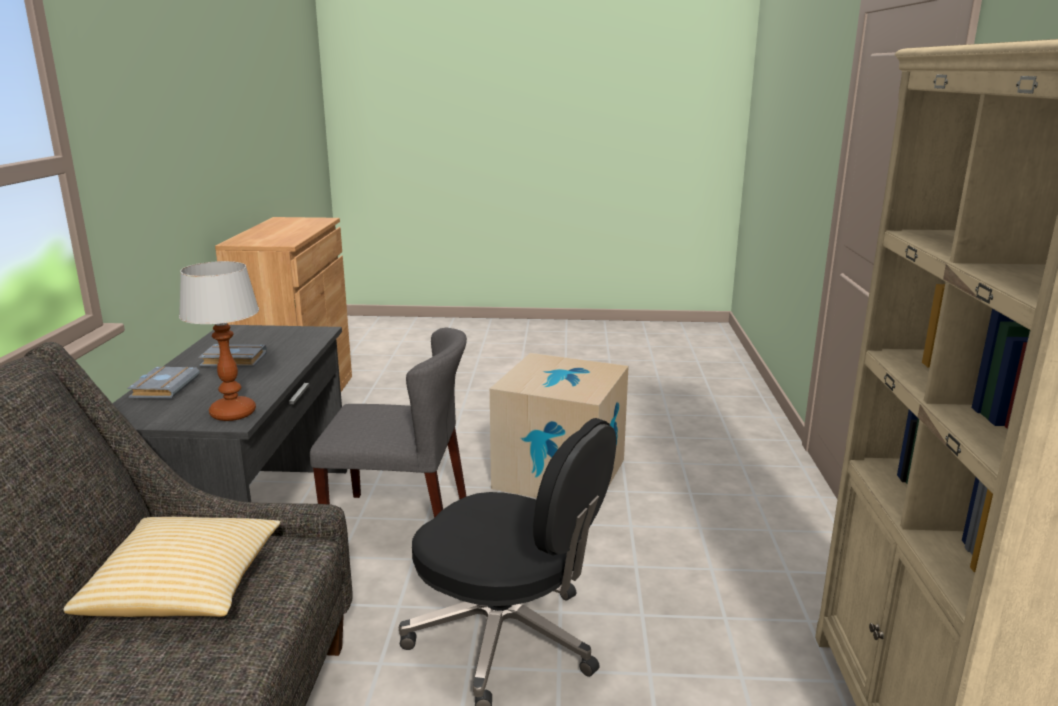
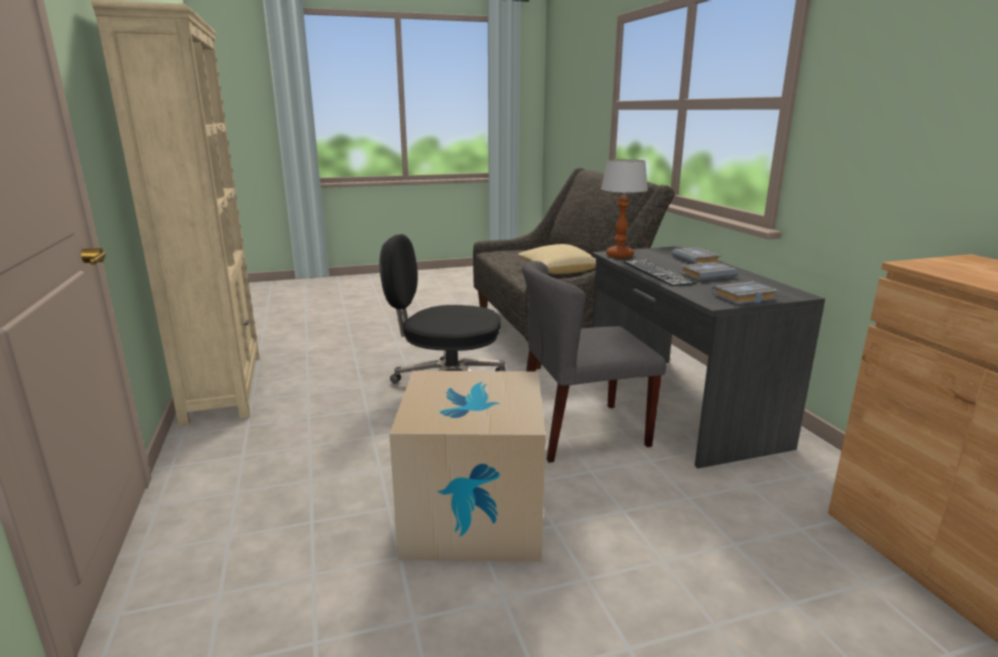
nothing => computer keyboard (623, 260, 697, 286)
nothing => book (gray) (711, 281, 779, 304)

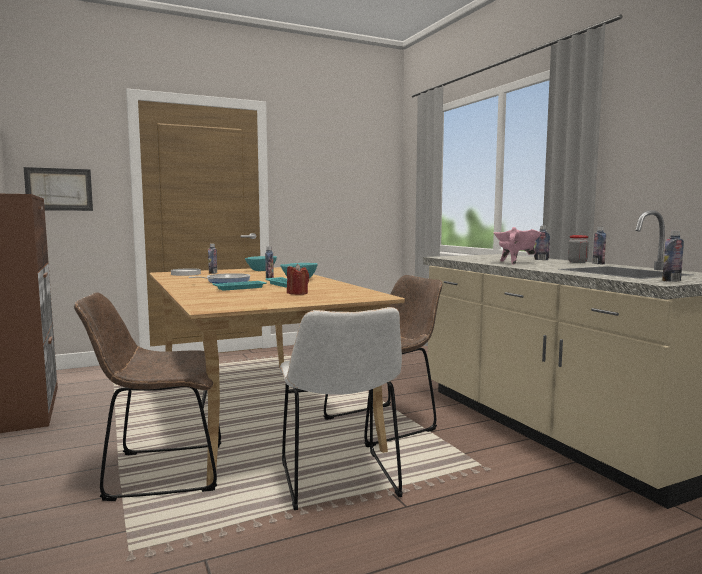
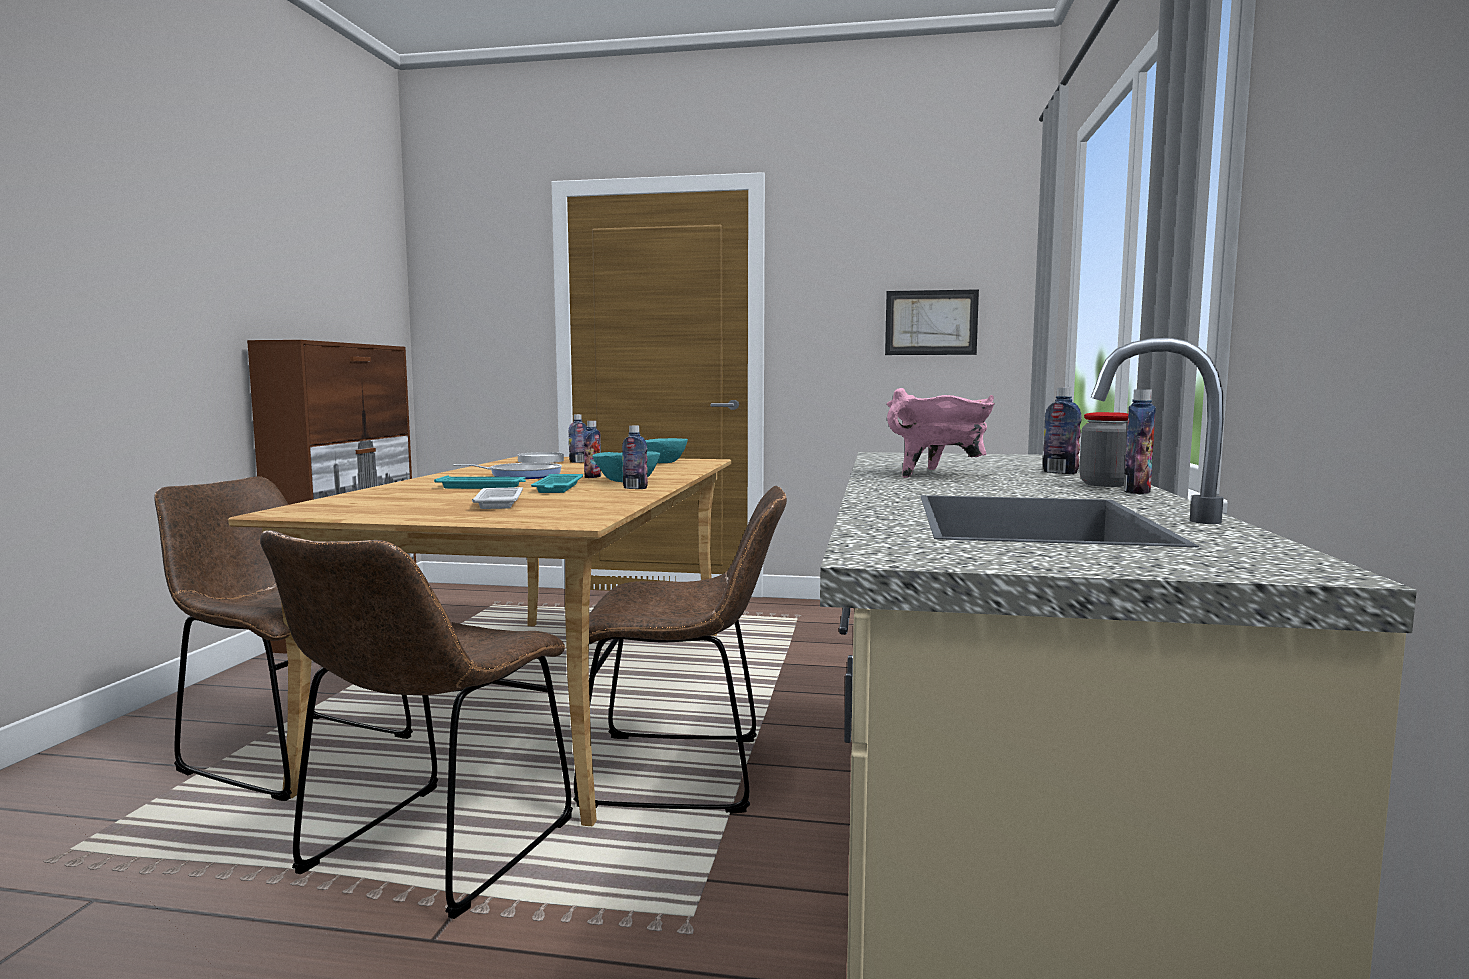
picture (24, 167, 93, 211) => picture (885, 289, 979, 355), move
plain chair (white) (280, 307, 403, 510) => plain chair (brown-coloured) (260, 530, 573, 919)
candle (red) (287, 264, 309, 295) => serving tray (white) (472, 487, 523, 509)
drink bottle (662, 230, 684, 282) => drink bottle (622, 426, 648, 489), move

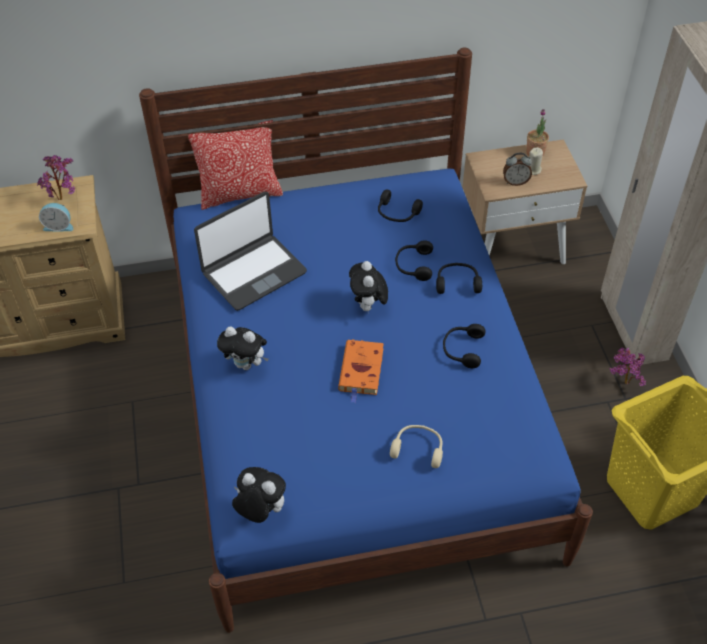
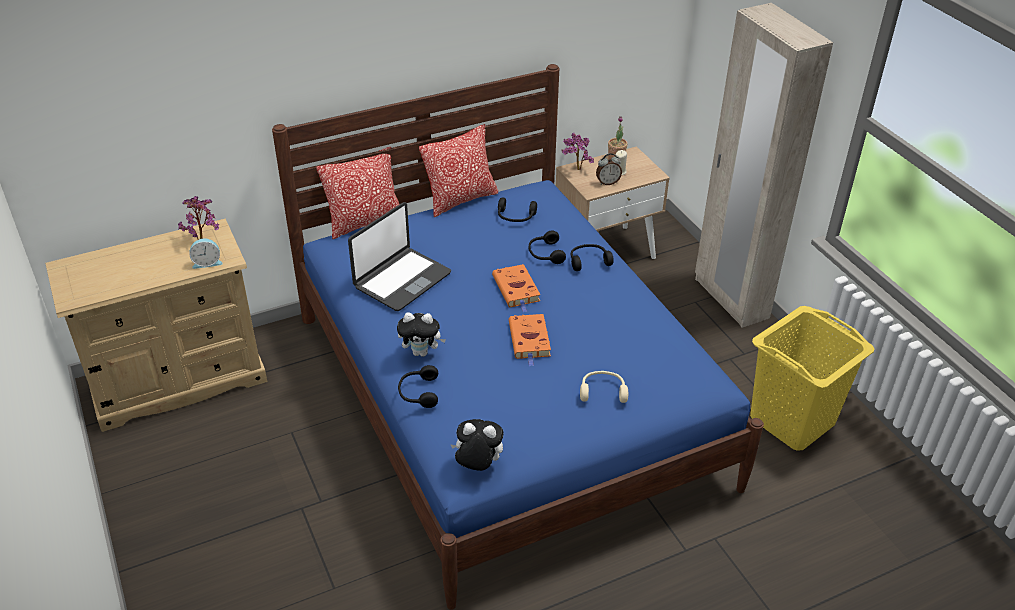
cuddly toy (349, 261, 388, 313) => book (orangey) (492, 264, 541, 312)
headset (black-coloured) (443, 324, 485, 368) => headset (black-coloured) (398, 365, 438, 408), move
plant in a pot (609, 348, 646, 386) => plant in a pot (561, 132, 594, 170), move
nothing => pillow (419, 124, 498, 217)

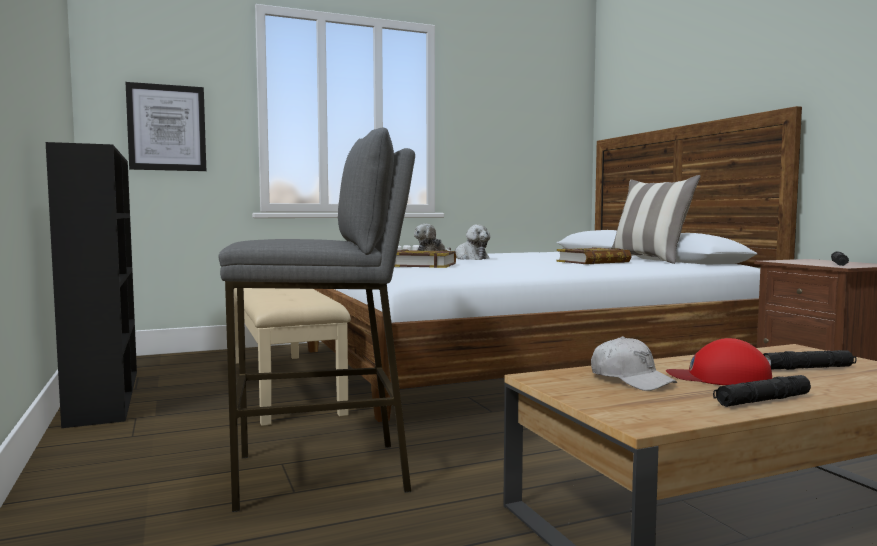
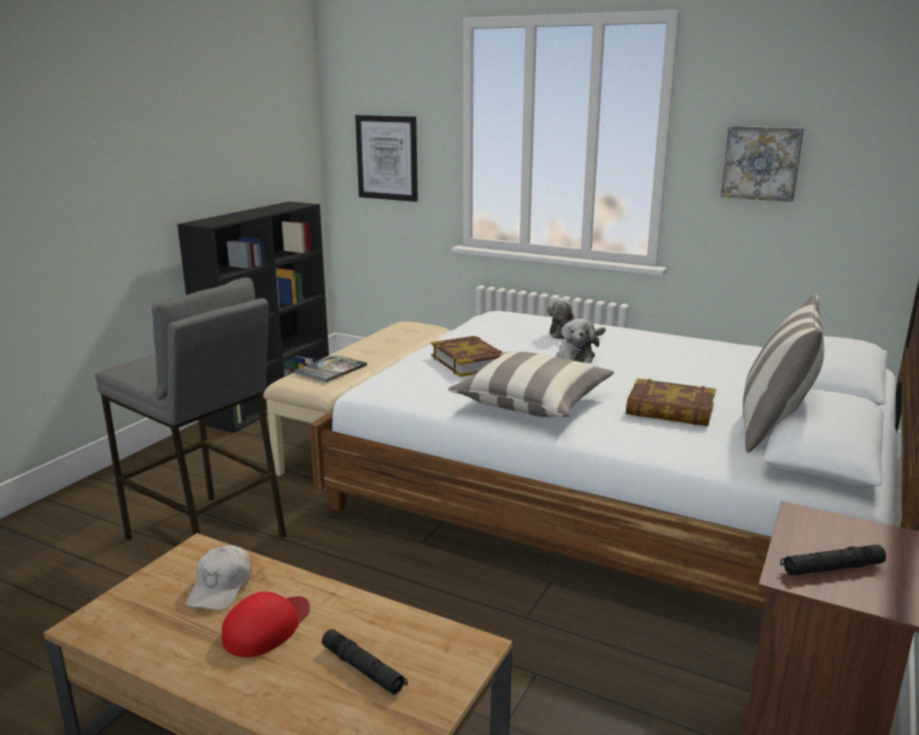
cap (red) (666, 338, 772, 385) => cap (red) (222, 592, 310, 657), 60 degrees clockwise
torch (black-coloured) (713, 375, 811, 407) => nothing
nothing => book (294, 355, 367, 382)
nothing => pillow (448, 351, 614, 417)
nothing => picture (721, 126, 804, 202)

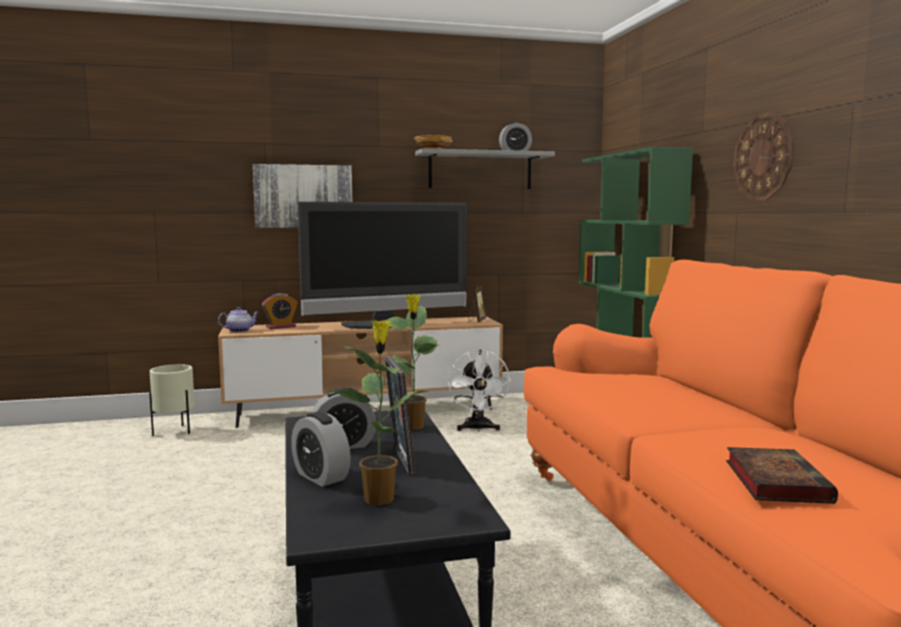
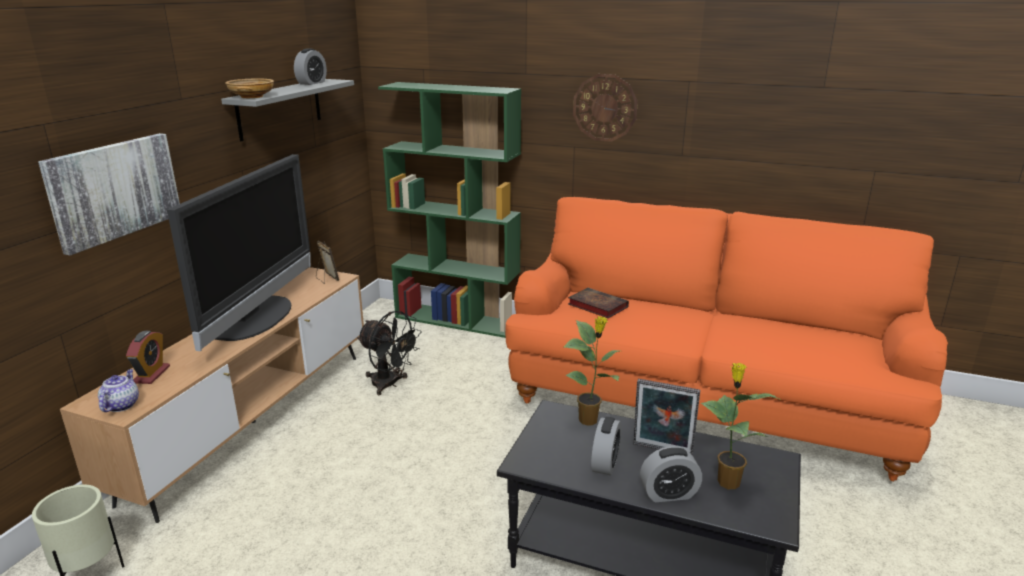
cooling fan (white) (448, 349, 511, 431) => cooling fan (black-coloured) (357, 311, 422, 395)
book (726, 447, 838, 504) => book (568, 288, 629, 318), move

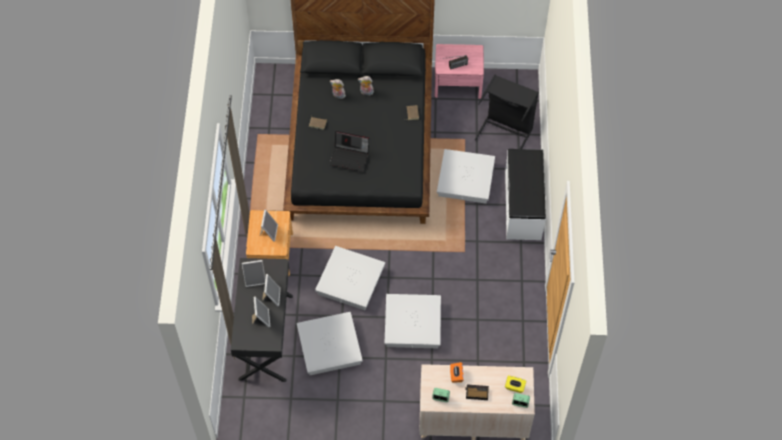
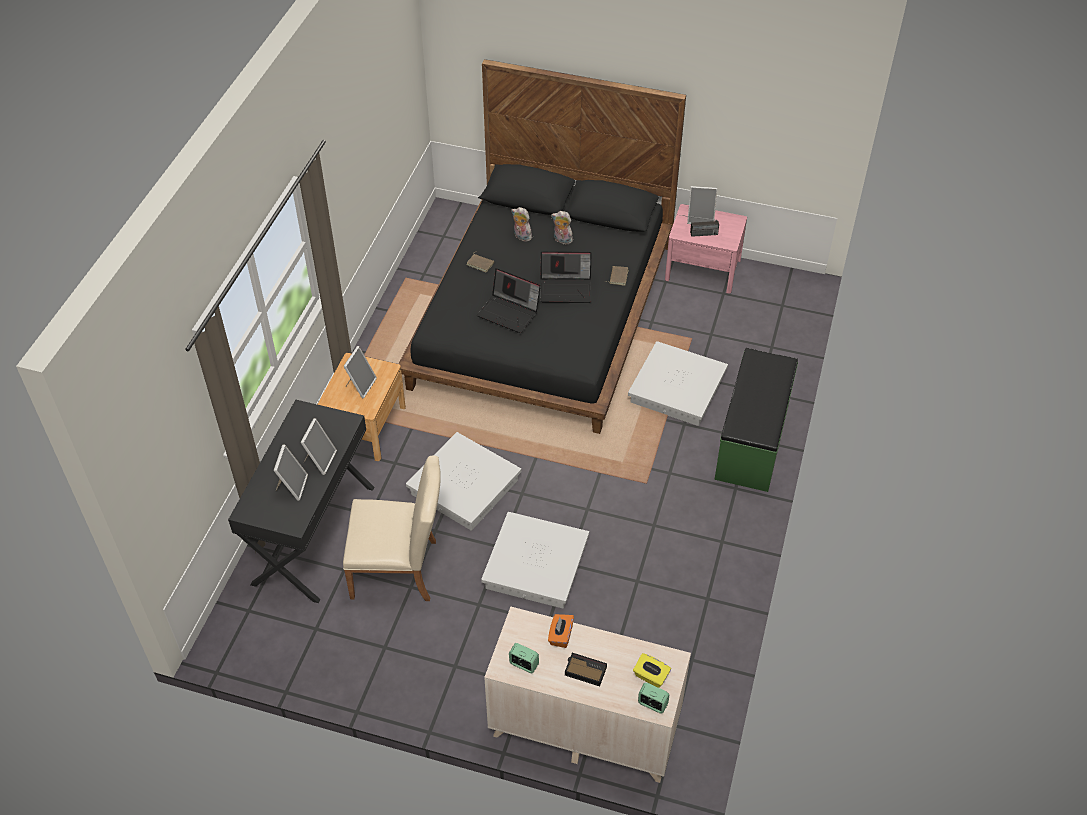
picture frame (242, 260, 265, 287) => picture frame (687, 186, 718, 224), move
storage bin (white) (297, 312, 363, 375) => plain chair (beige-coloured) (343, 455, 441, 601)
washing basket (black-coloured) (475, 75, 539, 149) => nothing
bench (white) (505, 149, 546, 240) => bench (green-coloured) (714, 348, 798, 492)
nothing => notebook computer (540, 251, 592, 303)

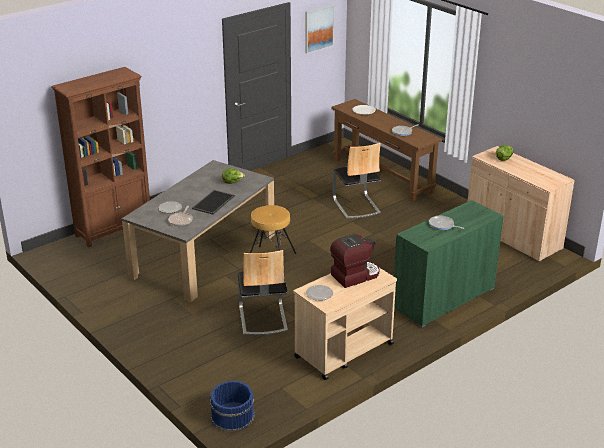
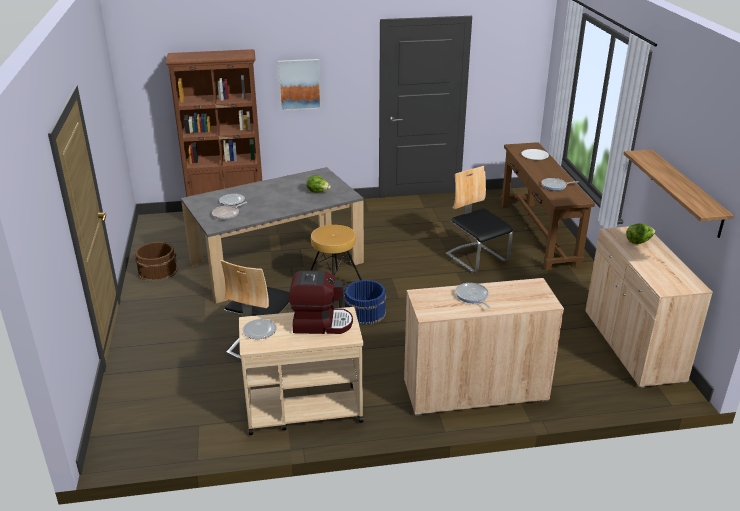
serving tray (192, 190, 235, 215) => nothing
pail (bluish) (210, 381, 255, 432) => pail (bluish) (344, 280, 386, 325), move
picture (305, 5, 334, 54) => picture (278, 59, 321, 111), move
plain chair (333, 143, 381, 219) => plain chair (446, 166, 513, 273), 135 degrees clockwise
storage cabinet (green-coloured) (394, 200, 504, 327) => storage cabinet (beige-coloured) (404, 278, 564, 416)
nothing => pail (brown-coloured) (135, 242, 178, 282)
nothing => bracket shelf (624, 149, 734, 238)

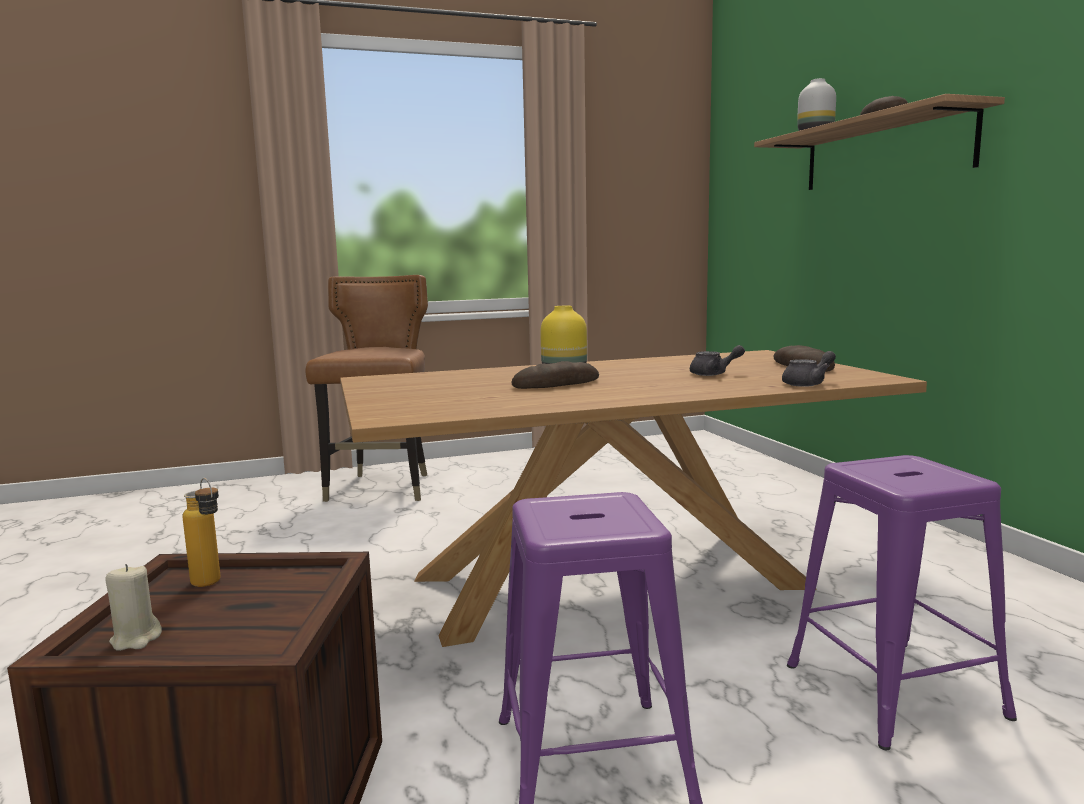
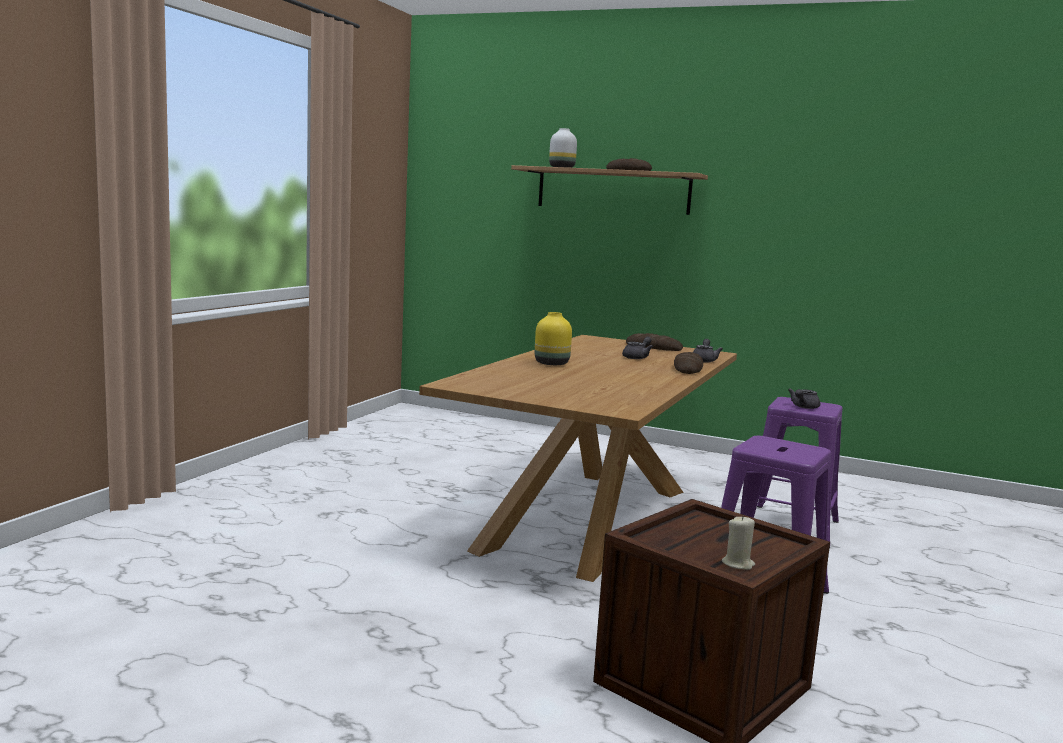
drink bottle (183, 478, 220, 587) => nothing
plain chair (brown-coloured) (305, 275, 428, 502) => nothing
bakery bread (512, 361, 599, 389) => bakery bread (674, 352, 703, 374), move
nothing => pot for tea (gray) (788, 388, 820, 409)

